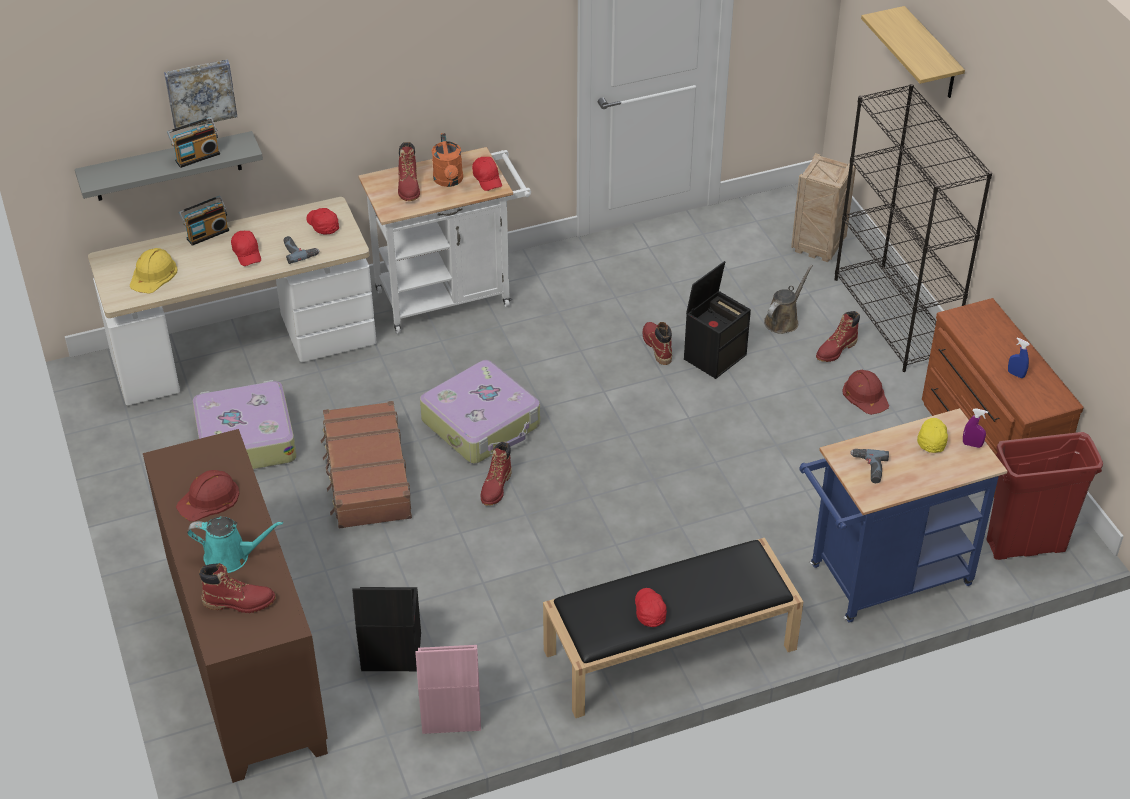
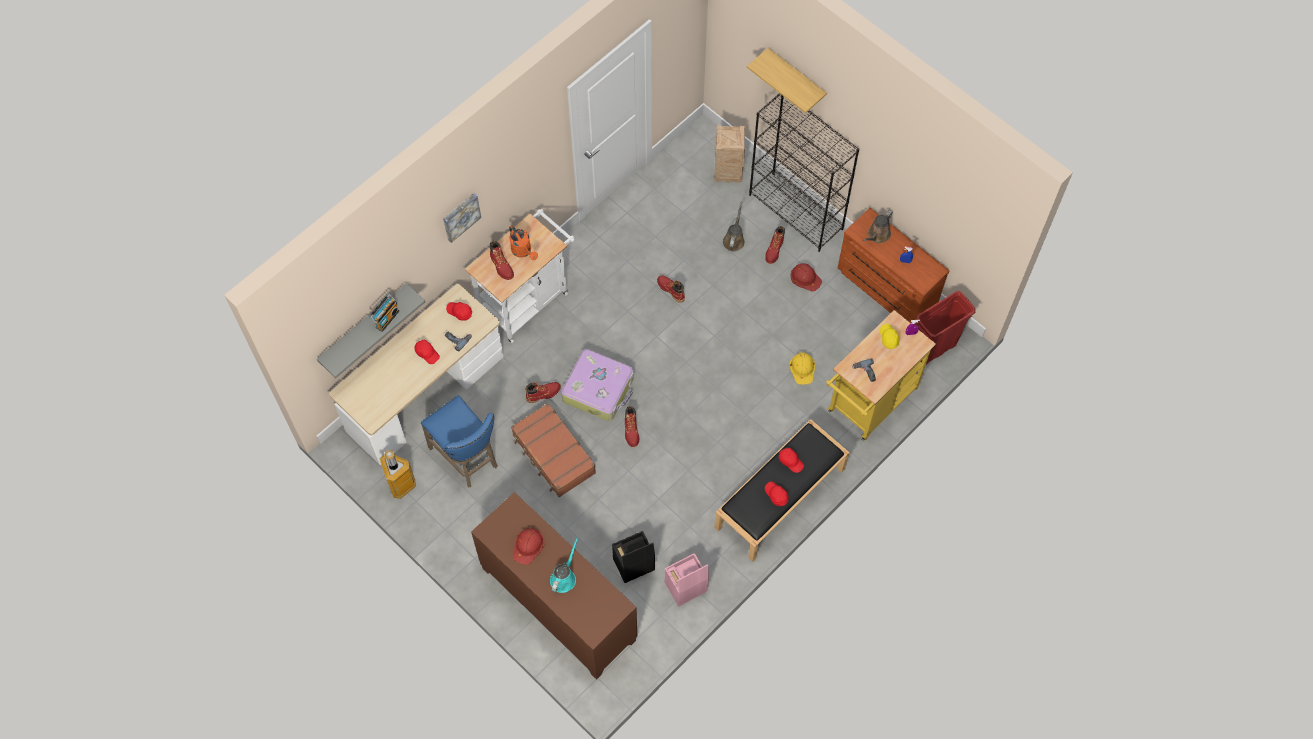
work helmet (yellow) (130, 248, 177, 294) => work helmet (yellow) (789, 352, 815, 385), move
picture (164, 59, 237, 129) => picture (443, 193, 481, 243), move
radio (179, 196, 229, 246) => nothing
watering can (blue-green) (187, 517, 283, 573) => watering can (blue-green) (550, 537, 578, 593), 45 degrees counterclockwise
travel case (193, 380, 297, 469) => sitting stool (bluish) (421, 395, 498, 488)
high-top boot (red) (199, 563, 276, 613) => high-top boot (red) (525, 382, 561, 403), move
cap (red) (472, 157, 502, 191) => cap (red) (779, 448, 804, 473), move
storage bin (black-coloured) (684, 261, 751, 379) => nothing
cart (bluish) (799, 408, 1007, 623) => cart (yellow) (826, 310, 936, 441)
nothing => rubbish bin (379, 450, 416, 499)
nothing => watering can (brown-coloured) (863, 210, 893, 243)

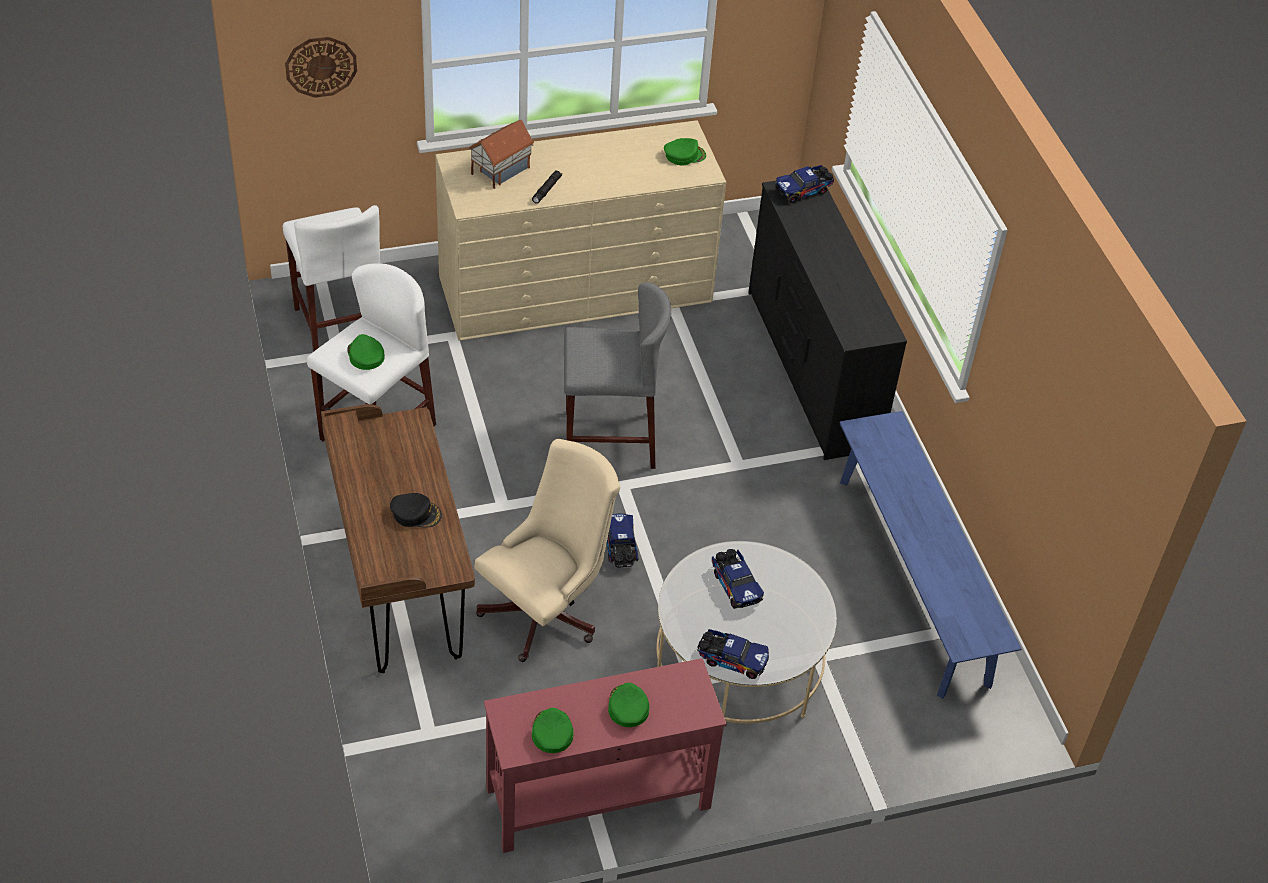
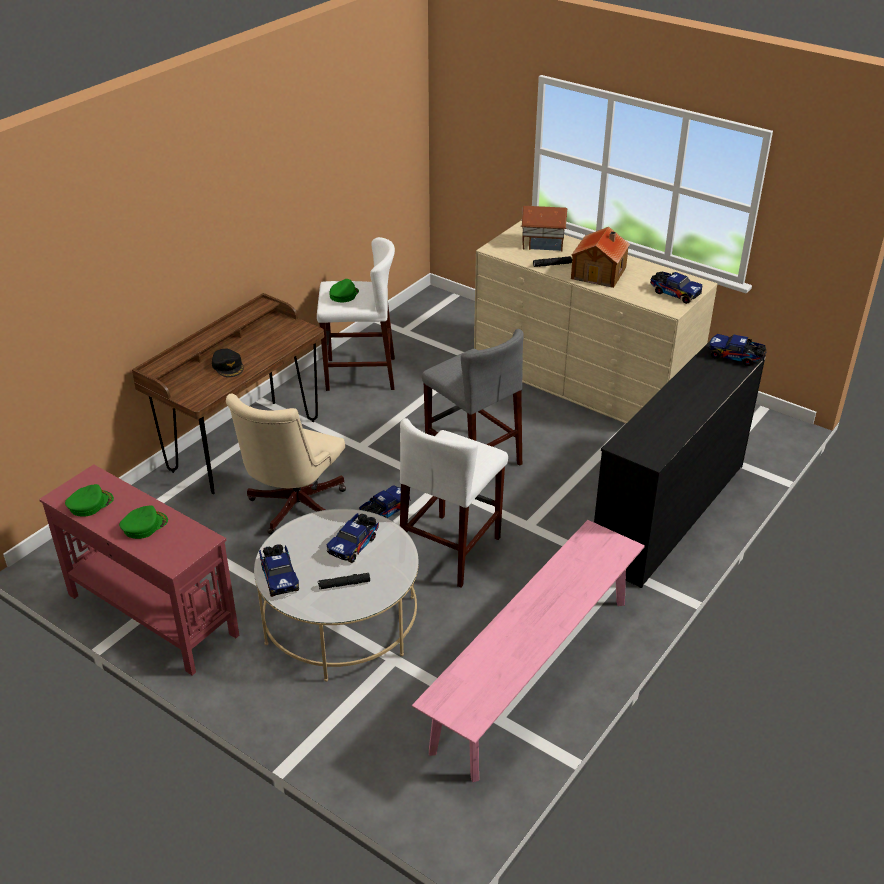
sitting stool (white) (283, 205, 380, 352) => sitting stool (white) (400, 418, 508, 588), move
clock on the wall (285, 37, 357, 98) => nothing
computer chair (beige-coloured) (474, 439, 620, 662) => computer chair (beige-coloured) (226, 394, 346, 535), 105 degrees clockwise
cap (green-coloured) (664, 138, 706, 166) => model truck (650, 272, 702, 304)
bench (bluish) (840, 411, 1021, 699) => bench (pink) (412, 520, 645, 782)
nothing => torch (black-coloured) (318, 573, 370, 589)
nothing => miniature house (571, 227, 630, 288)

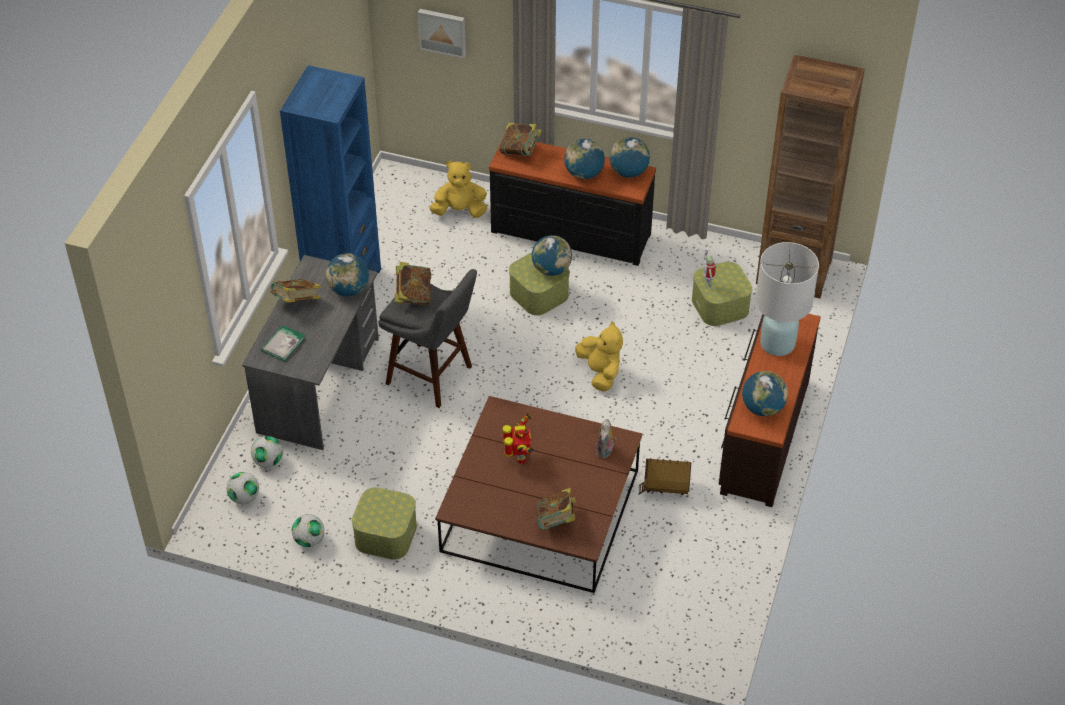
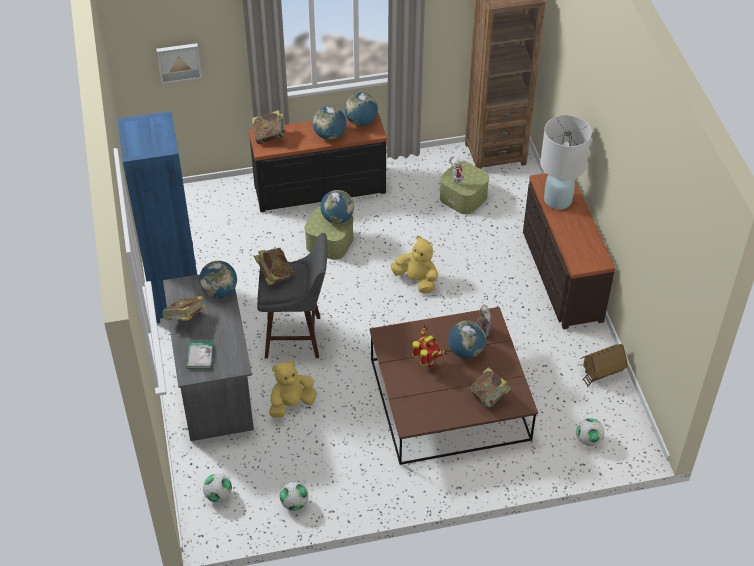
football (251, 436, 283, 468) => football (576, 418, 604, 446), move
storage bin (352, 487, 417, 560) => nothing
cuddly toy (yellow) (429, 161, 487, 218) => cuddly toy (yellow) (269, 360, 316, 418), move
miniature house (638, 458, 691, 495) => miniature house (581, 344, 628, 387), move
desk globe (742, 371, 788, 416) => desk globe (448, 321, 486, 358), move

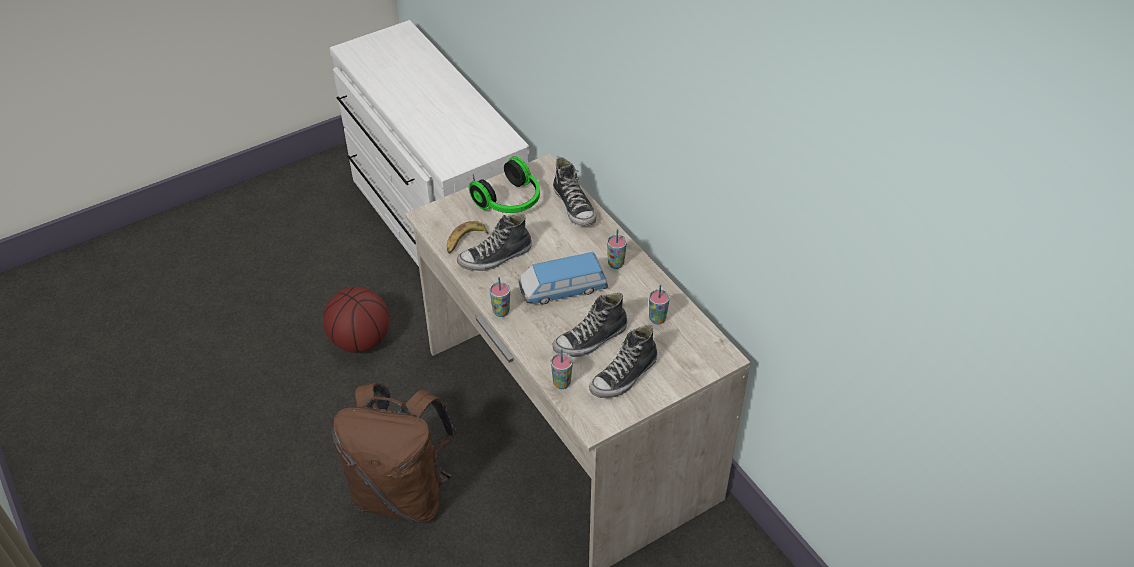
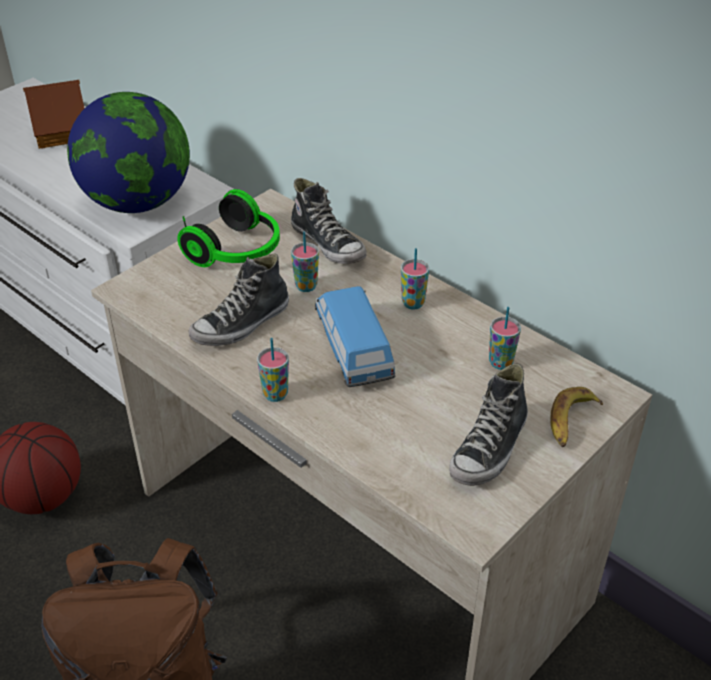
whole banana (447, 221, 488, 254) => whole banana (551, 387, 603, 447), move
toy car (519, 252, 608, 304) => toy car (315, 286, 395, 387), 105 degrees clockwise
drinking cup (551, 349, 573, 389) => drinking cup (291, 232, 319, 292), move
item of footwear (552, 293, 628, 357) => nothing
nothing => miniature house (23, 80, 85, 149)
nothing => desk globe (67, 92, 190, 213)

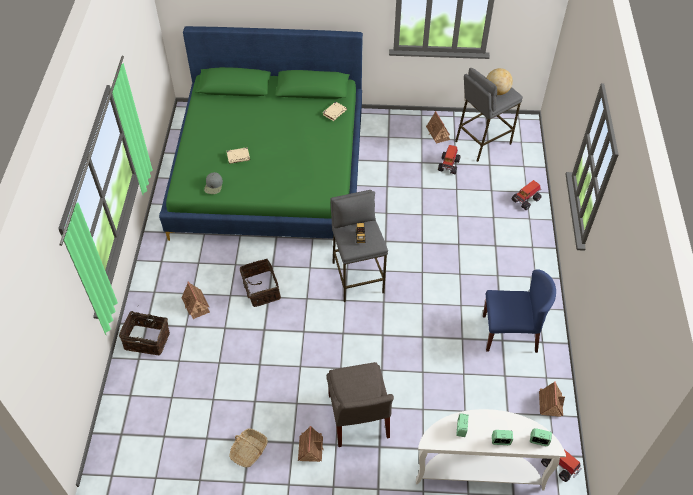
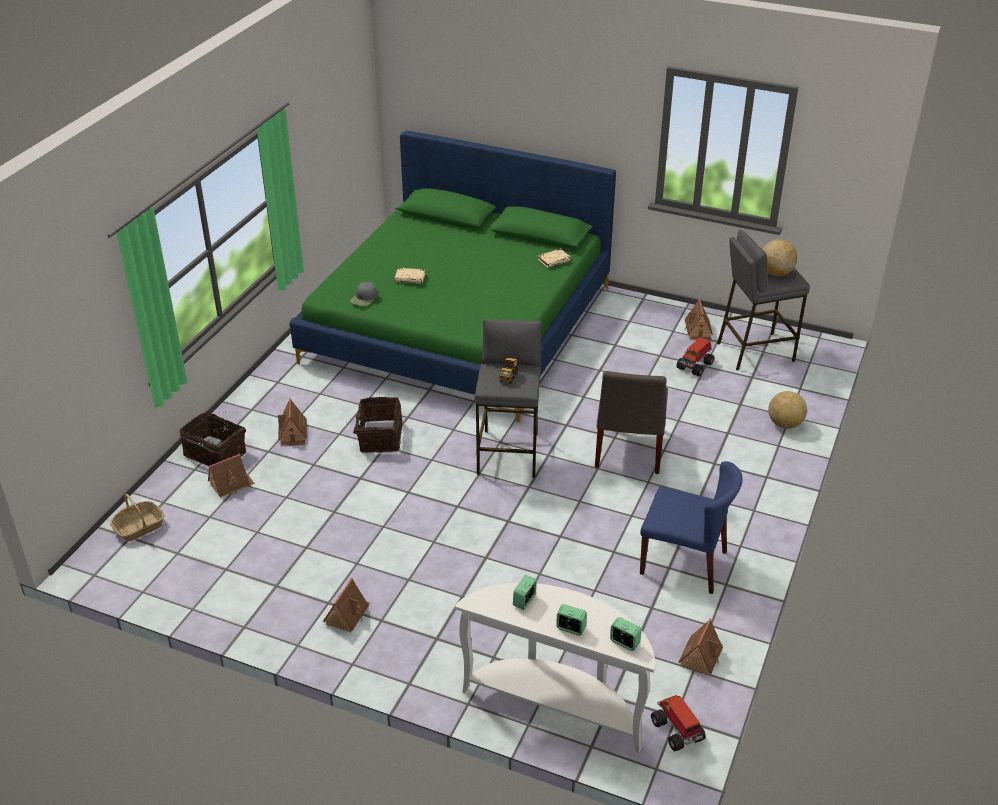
storage basket (229, 429, 268, 467) => storage basket (110, 494, 164, 541), move
plain chair (gray) (327, 362, 394, 447) => plain chair (gray) (595, 371, 668, 474), move
model truck (512, 180, 542, 210) => desk globe (768, 391, 807, 429)
nothing => miniature house (208, 454, 255, 498)

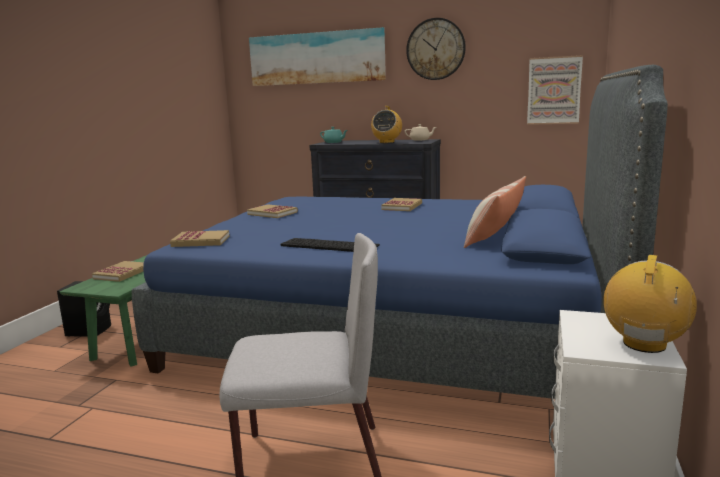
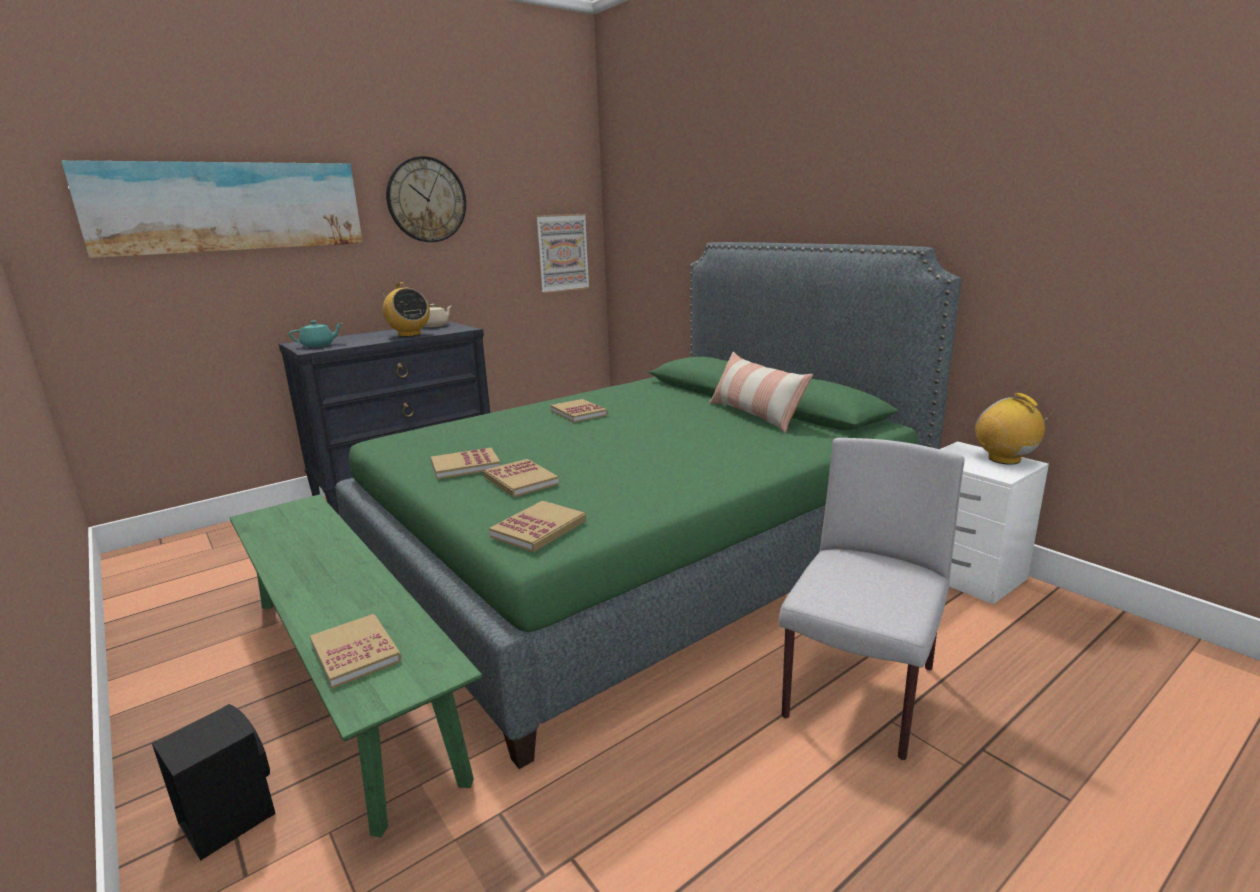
sleeping bed (bluish) (132, 65, 668, 399) => sleeping bed (green-coloured) (335, 242, 961, 769)
computer keyboard (281, 238, 380, 252) => nothing
nothing => book (483, 459, 559, 497)

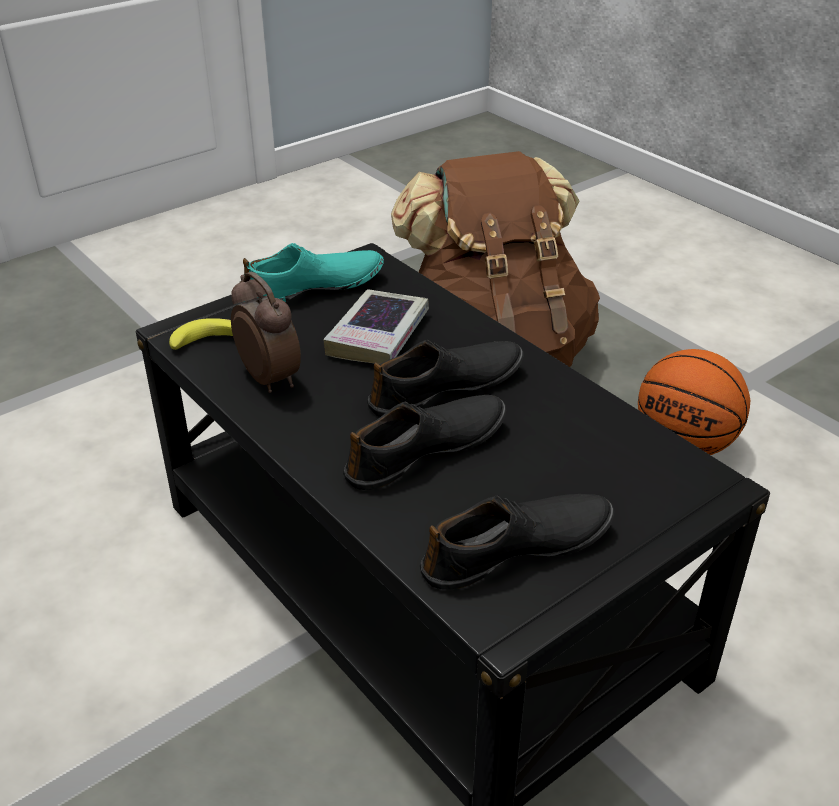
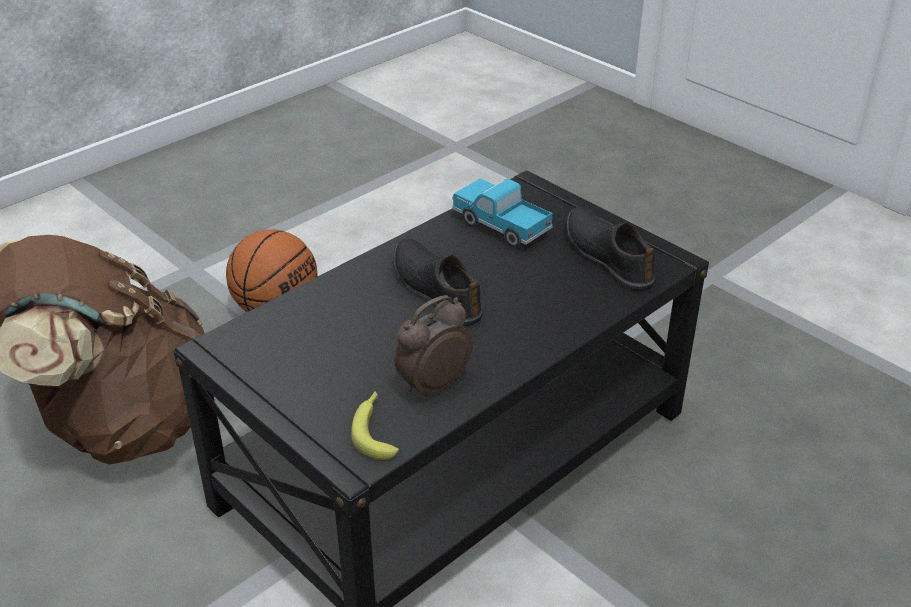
item of footwear (blue-green) (243, 243, 384, 302) => nothing
book (323, 289, 429, 364) => nothing
item of footwear (black-coloured) (343, 395, 507, 490) => nothing
nothing => model truck (452, 179, 553, 248)

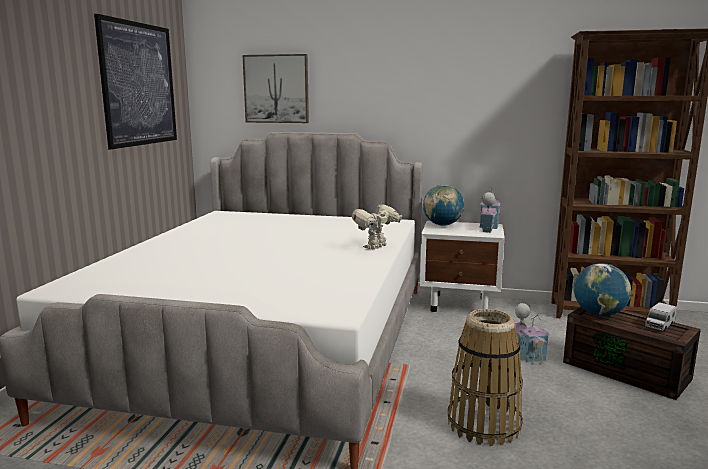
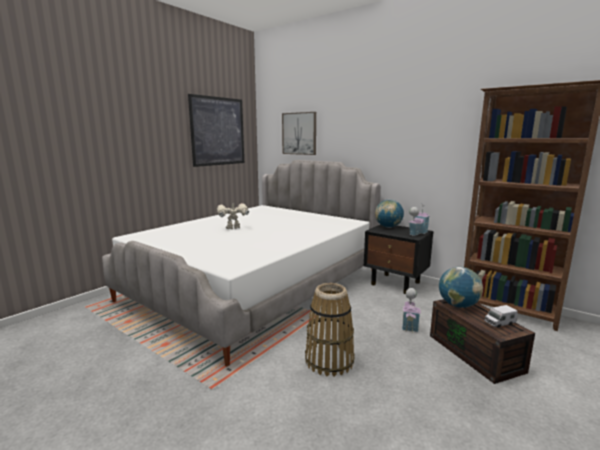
robot figure (352, 202, 403, 249) => robot figure (217, 201, 249, 229), move
nightstand (white) (420, 221, 505, 312) => nightstand (black-coloured) (364, 225, 434, 294)

